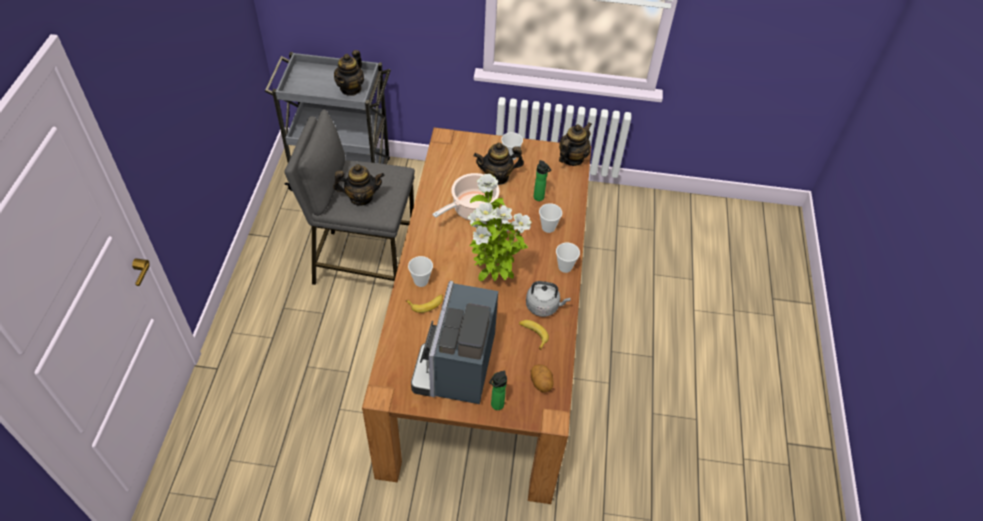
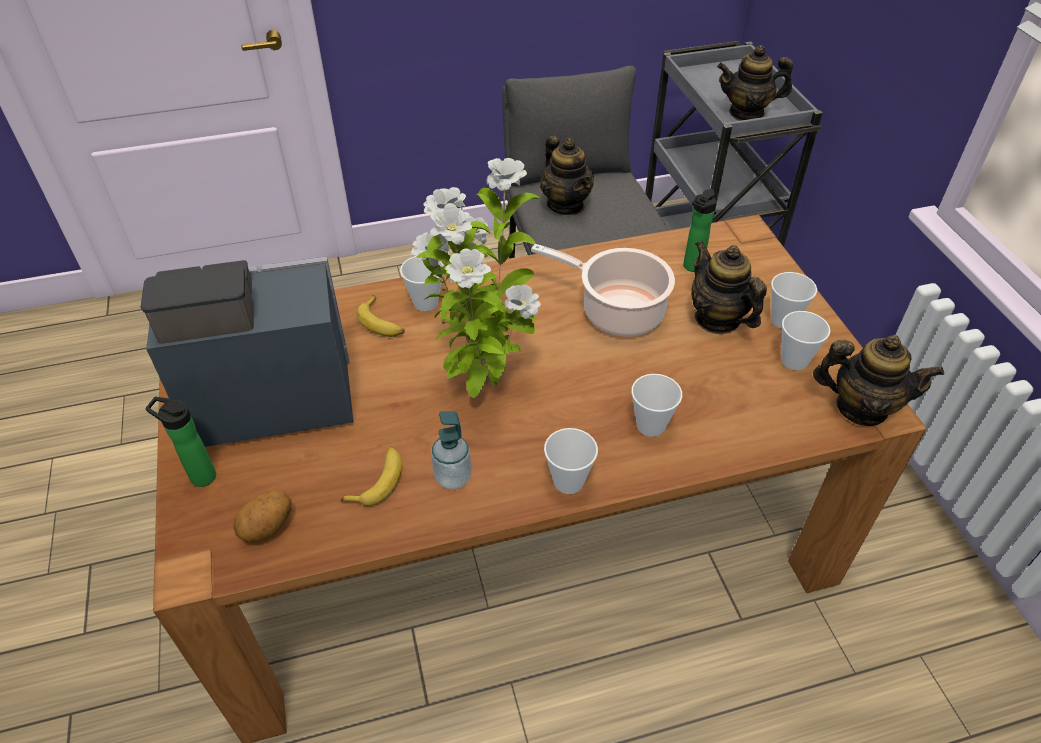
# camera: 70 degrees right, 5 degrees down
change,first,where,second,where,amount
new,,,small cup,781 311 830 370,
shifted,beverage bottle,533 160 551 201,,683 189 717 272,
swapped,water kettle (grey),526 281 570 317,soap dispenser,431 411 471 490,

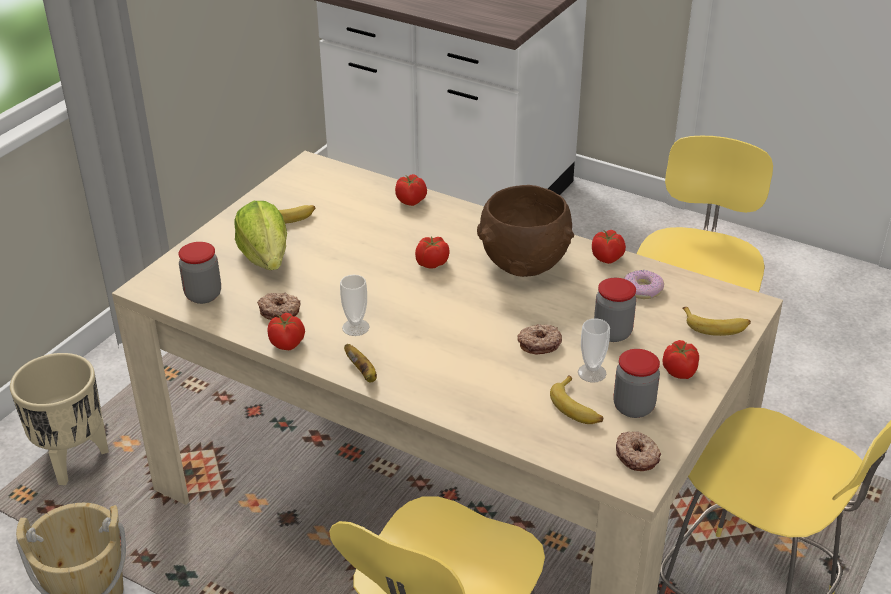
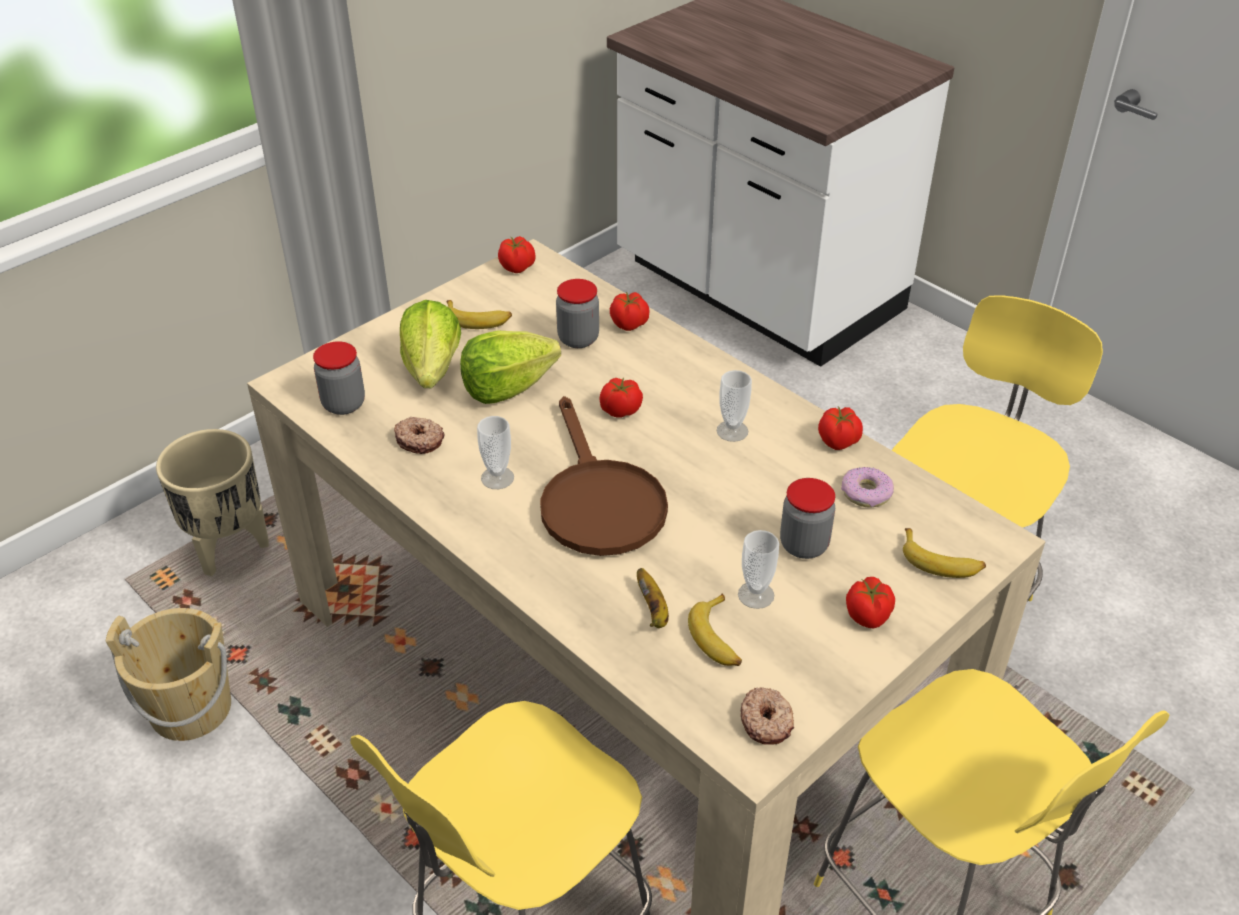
# camera: 15 degrees right, 5 degrees up
change,first,where,second,where,amount
gone,donut,517 324 562 354,,,
new,,,head of lettuce,460 331 561 404,
new,,,pan (brownish),540 396 668 556,
shifted,whole tomato,268 313 305 350,,498 236 535 273,
shifted,whole banana,344 344 377 383,,637 568 669 628,
shifted,storage jar,613 349 660 418,,556 279 599 348,
swapped,bowl (brownish),477 185 574 277,small cup,717 370 752 442,

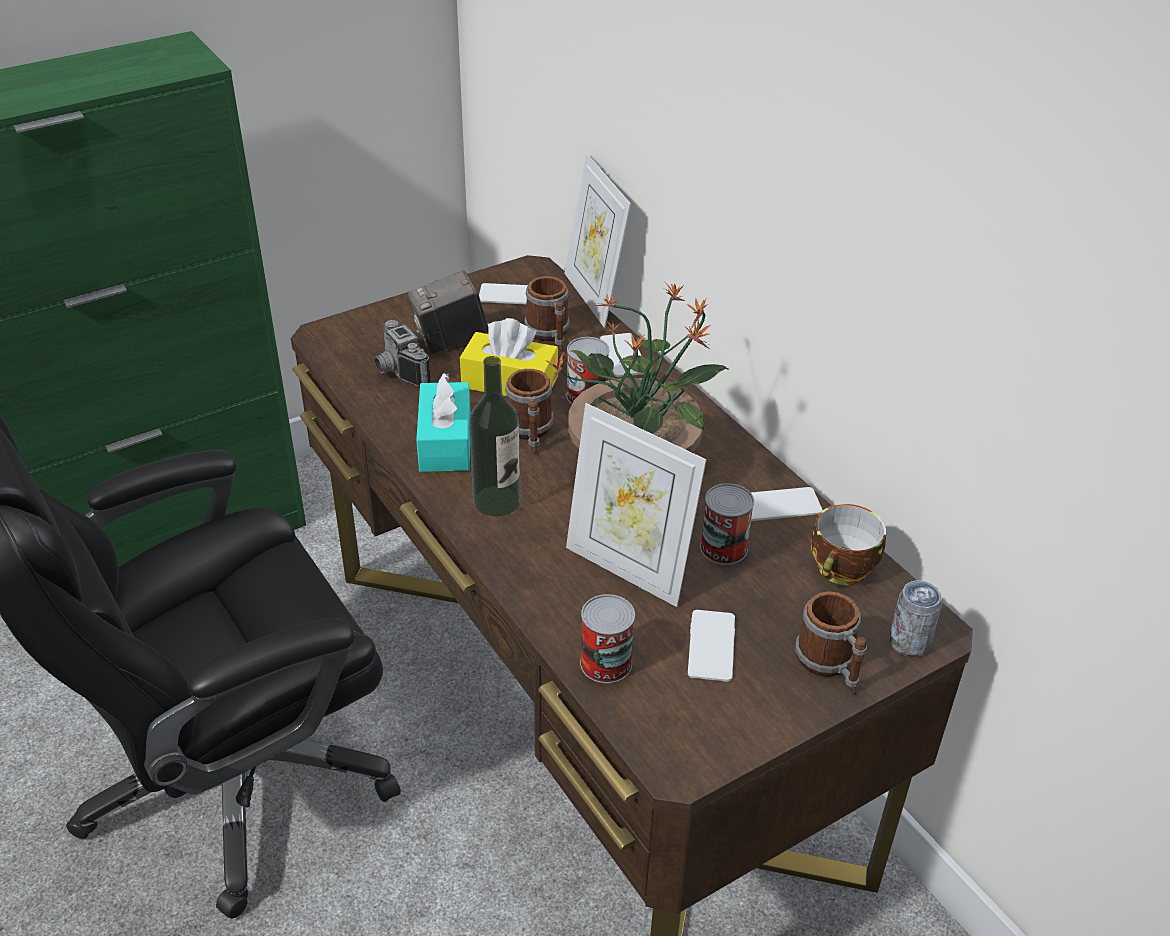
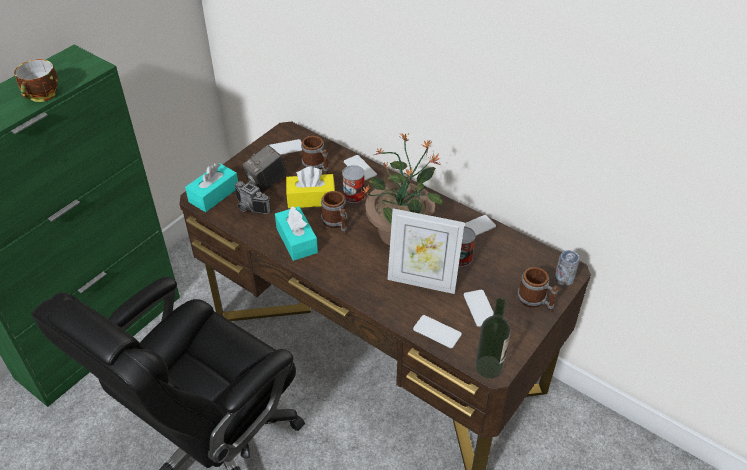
# camera: 20 degrees left, 5 degrees up
change,first,where,second,where,amount
gone,photo frame,564 154 631 328,,,
new,,,tissue holder (turquoise),185 163 238 212,
shifted,beverage bottle,469 356 521 516,,475 298 511 378,
shifted,small cup,811 504 886 585,,14 59 58 102,
swapped,can,580 594 635 683,phone,413 315 462 348,

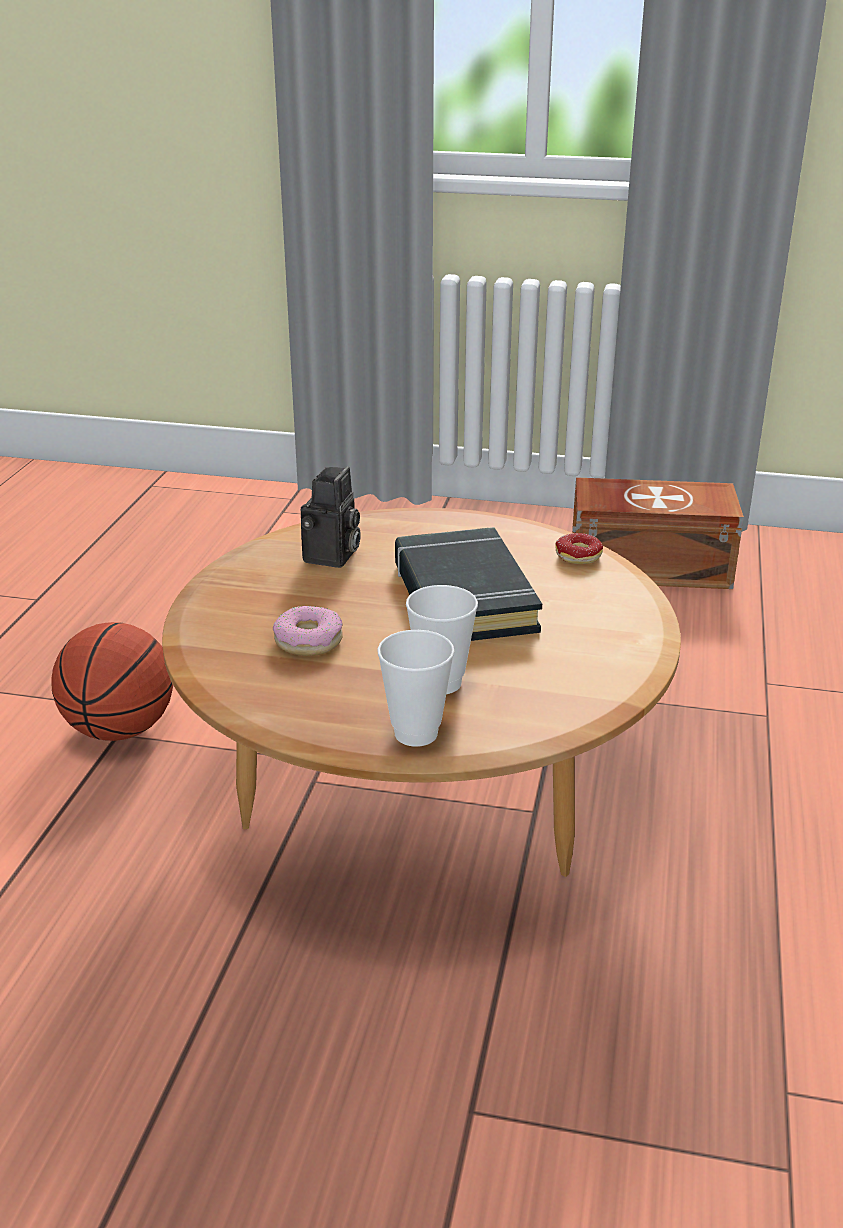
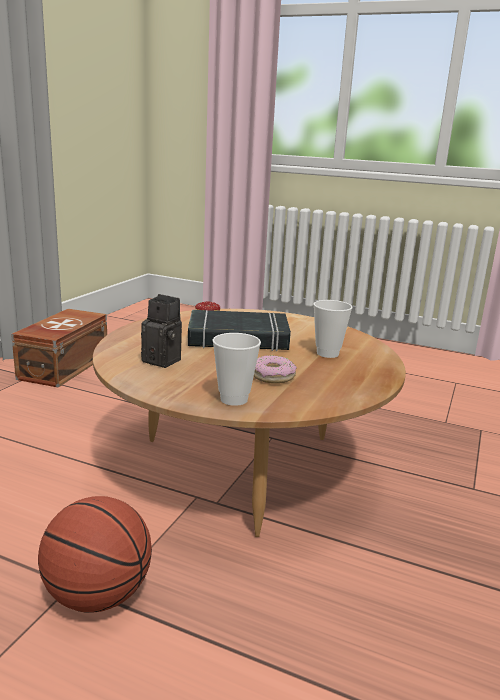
# camera: 80 degrees left, 10 degrees down
change,first,where,second,where,amount
shifted,small cup,377 630 455 747,,212 333 261 406,

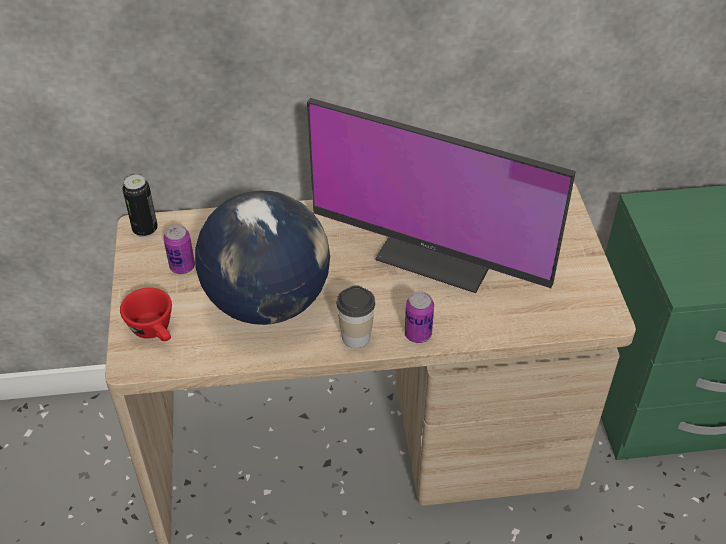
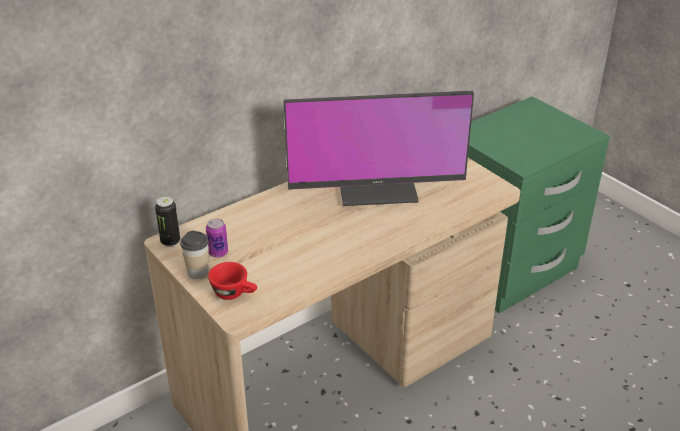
# camera: 30 degrees left, 10 degrees down
change,first,where,second,where,amount
gone,desk globe,195 190 330 325,,,
gone,can,405 291 434 343,,,
shifted,small cup,337 285 375 348,,180 231 209 279,

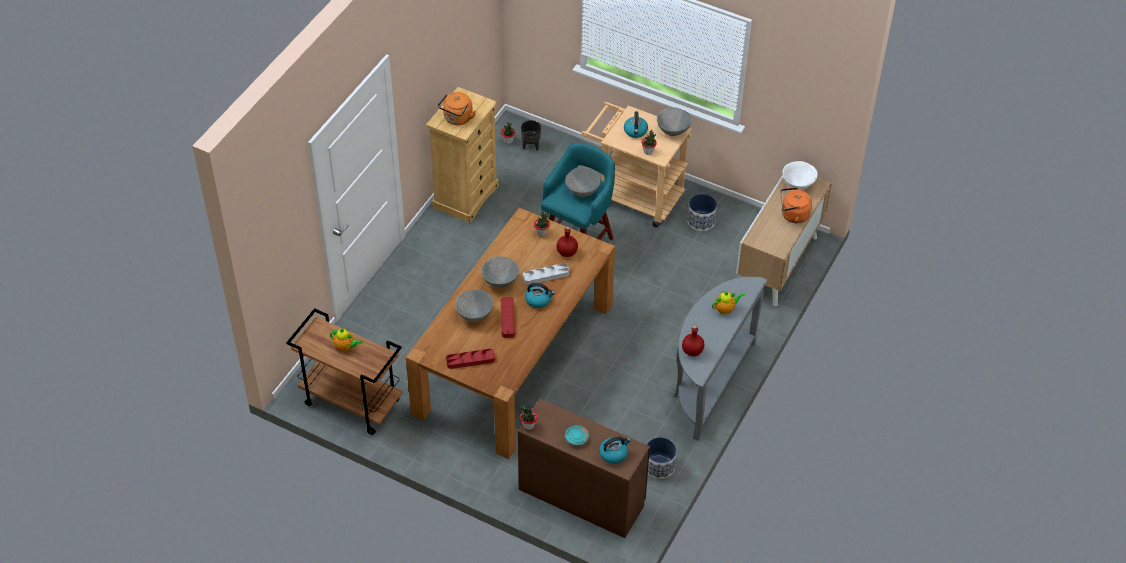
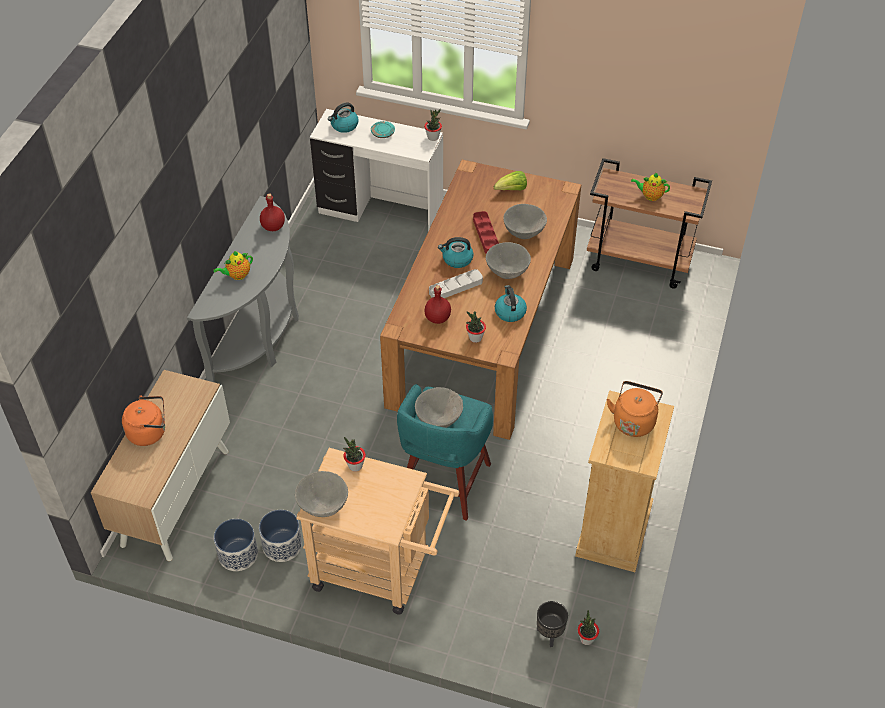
# camera: 170 degrees right, 0 degrees up
change,first,where,second,where,amount
gone,bowl (white),782 161 818 190,,,
shifted,water kettle,624 111 648 138,,495 285 527 322,
shifted,plant pot,646 437 677 479,,214 519 258 571,
swapped,carrying tray (red),446 349 495 369,head of lettuce,494 171 527 191,
repainted,desk (brownish),518 398 650 538,desk (white),310 109 443 231,

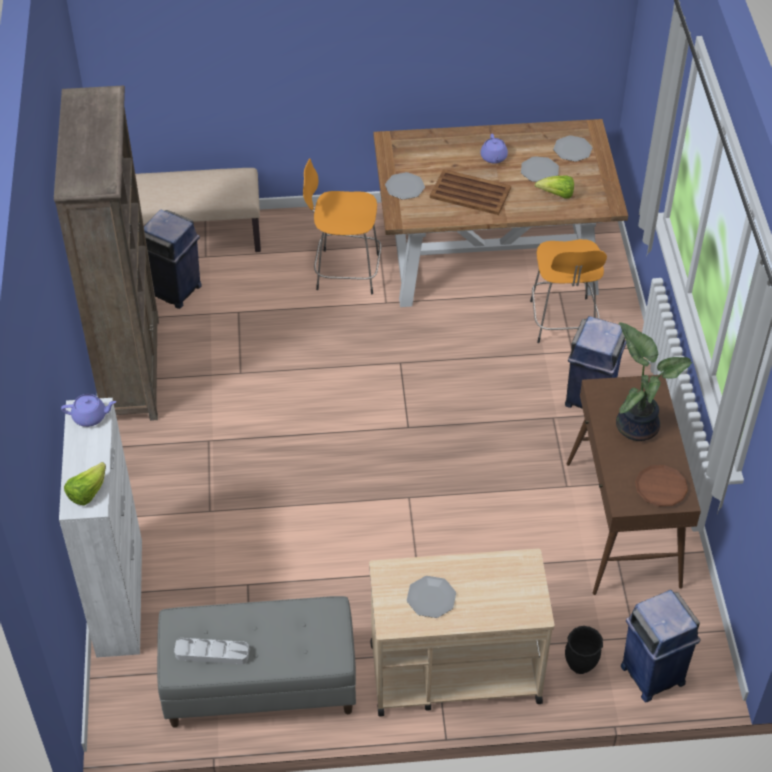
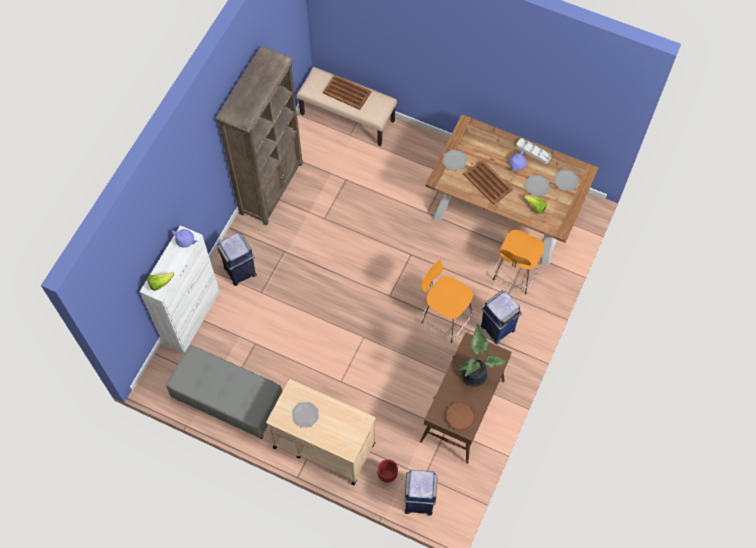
# camera: 30 degrees right, 15 degrees up
change,first,where,second,where,amount
new,,,carrying tray (brownish),323 75 371 110,
shifted,trash can (blue),144 210 202 309,,217 233 257 286,
shifted,carrying tray (grey),174 638 249 664,,516 138 552 164,
shifted,stool seat (orangey),303 158 381 294,,421 260 473 343,
repainted,plant pot (blackish),565 626 603 674,plant pot (red),378 459 398 483,

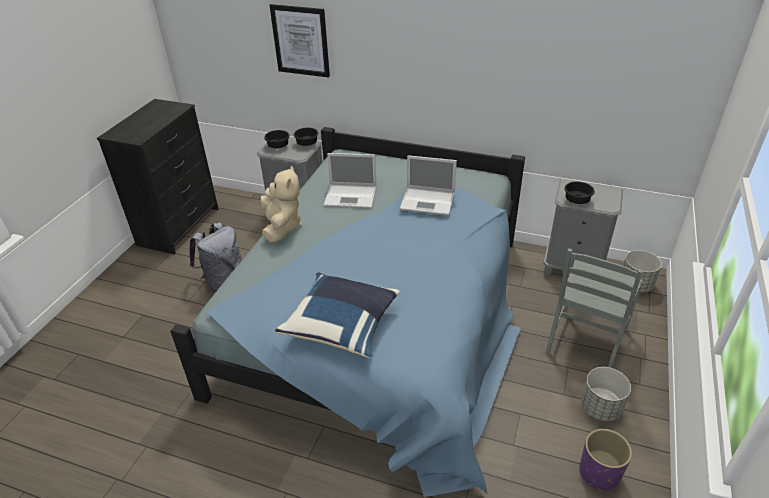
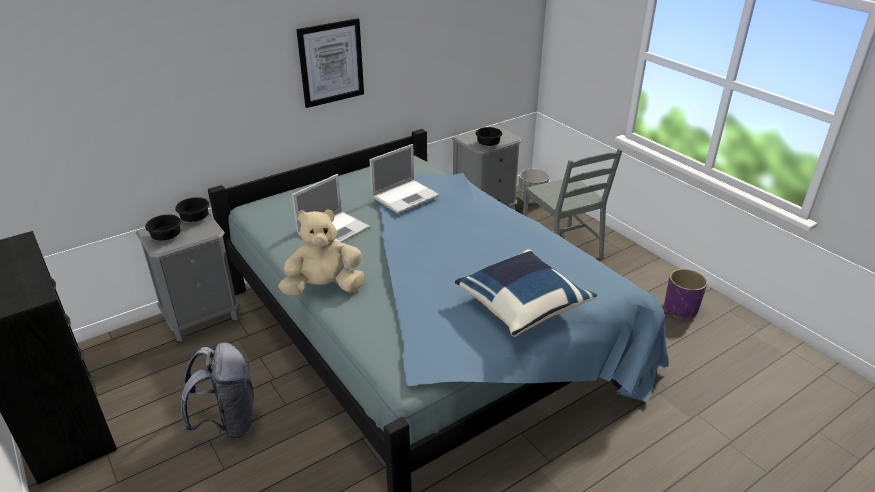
# camera: 55 degrees left, 5 degrees down
change,first,where,second,where,amount
gone,plant pot (grey),581 367 631 421,,,
shifted,wall art,269 4 330 77,,296 18 364 108,
rotated,cuddly toy (beige-coloured),261 165 302 243,,278 209 365 296,45 degrees counterclockwise

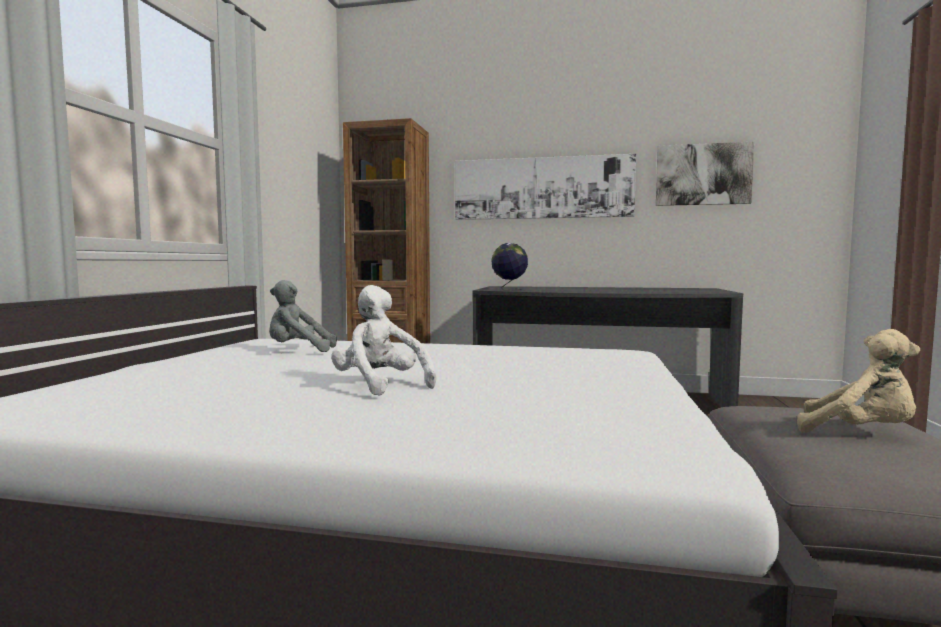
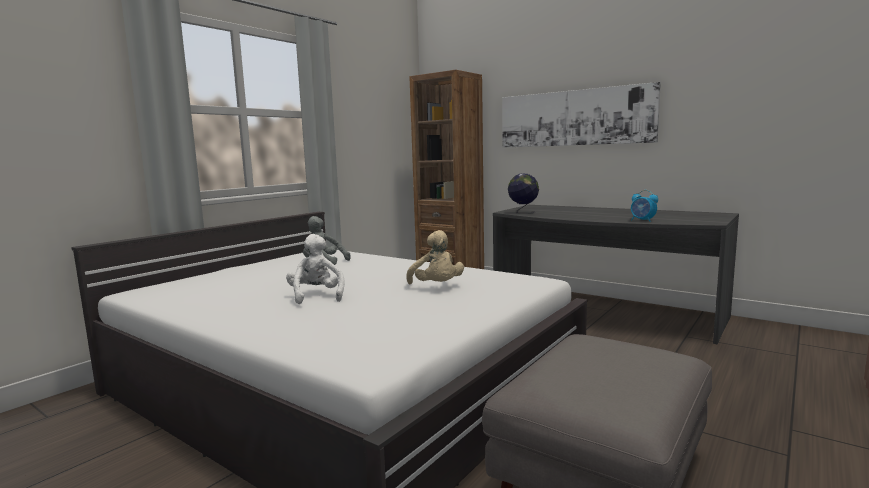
# camera: 25 degrees right, 5 degrees up
change,first,where,second,where,amount
gone,wall art,656 142 754 206,,,
new,,,bedside clock,631 190 658 222,
shifted,cuddly toy (beige-coloured),797 329 920 433,,407 230 464 284,

